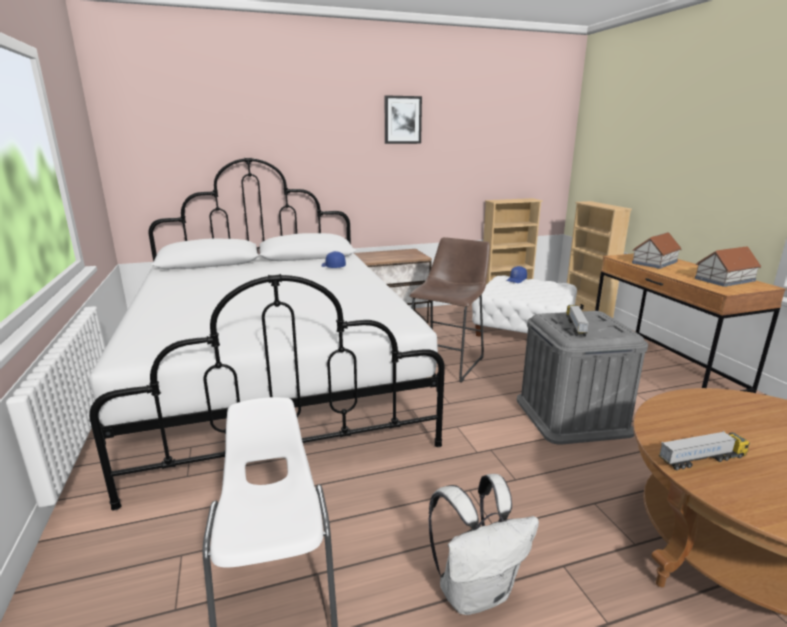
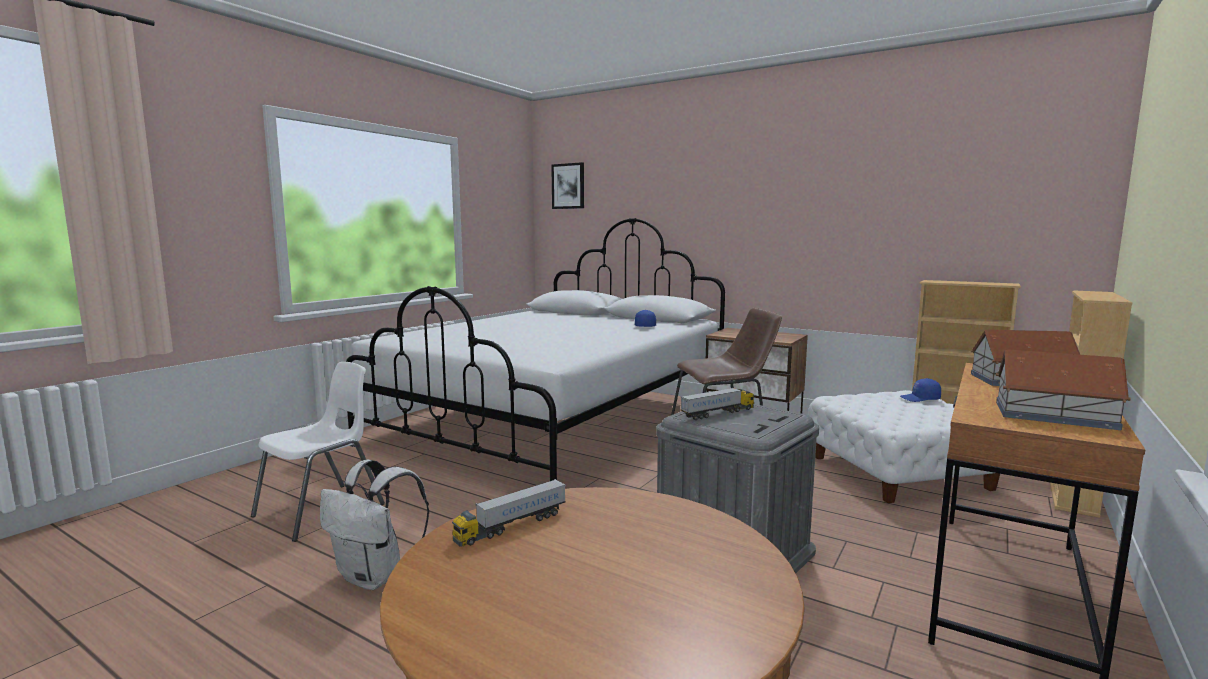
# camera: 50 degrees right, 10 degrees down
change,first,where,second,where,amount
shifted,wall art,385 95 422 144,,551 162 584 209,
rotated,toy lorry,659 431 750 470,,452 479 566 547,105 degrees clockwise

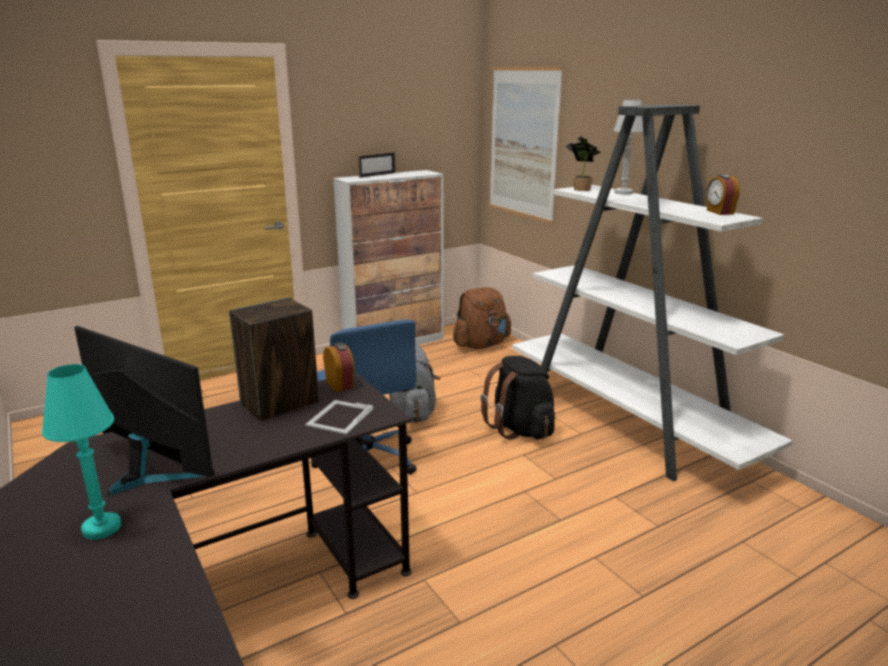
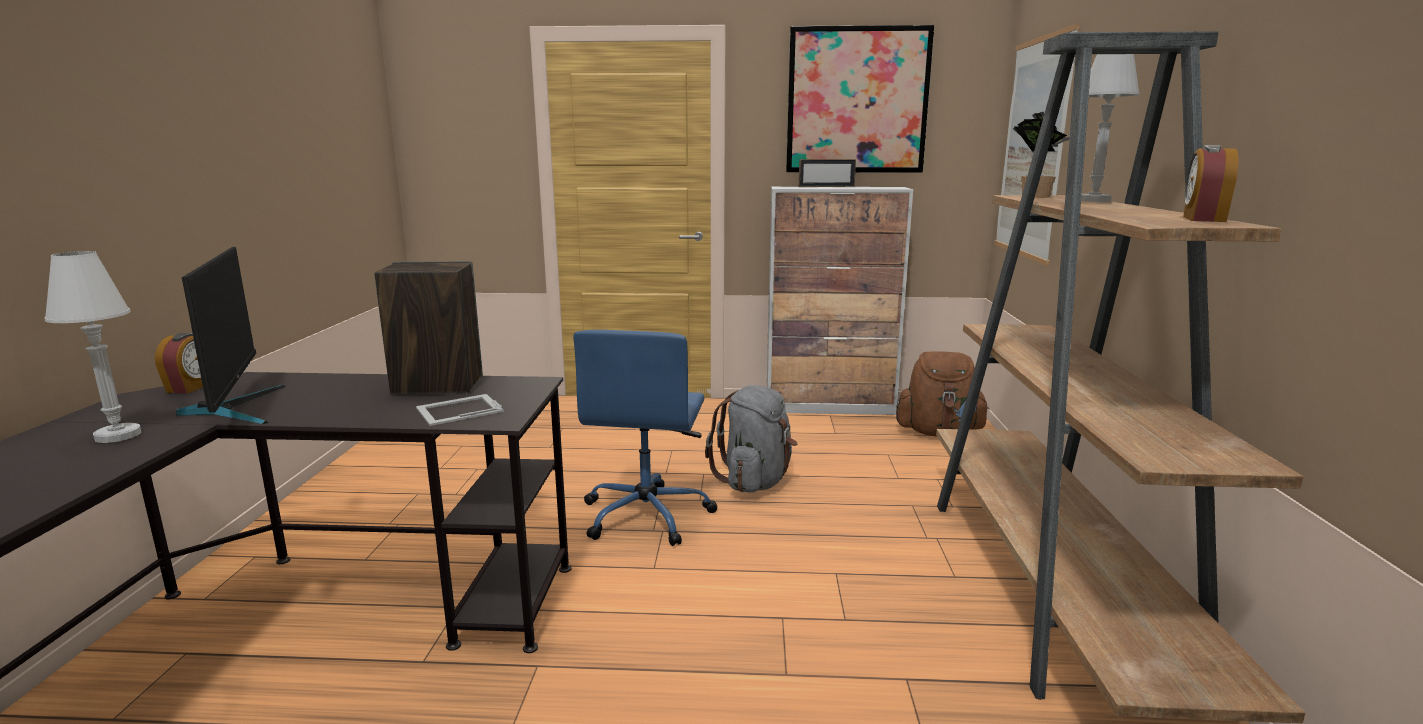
# camera: 35 degrees right, 5 degrees down
change,first,where,second,where,amount
gone,rucksack (blackish),480 356 555 440,,,
new,,,wall art,786 25 934 173,
shifted,bedside clock,323 343 354 392,,155 333 203 393,
repainted,tabletop lamp (turquoise),42 364 121 540,tabletop lamp (white),45 251 141 443,
repainted,shelving unit (white),512 104 793 481,shelving unit (brownish),936 31 1306 724,

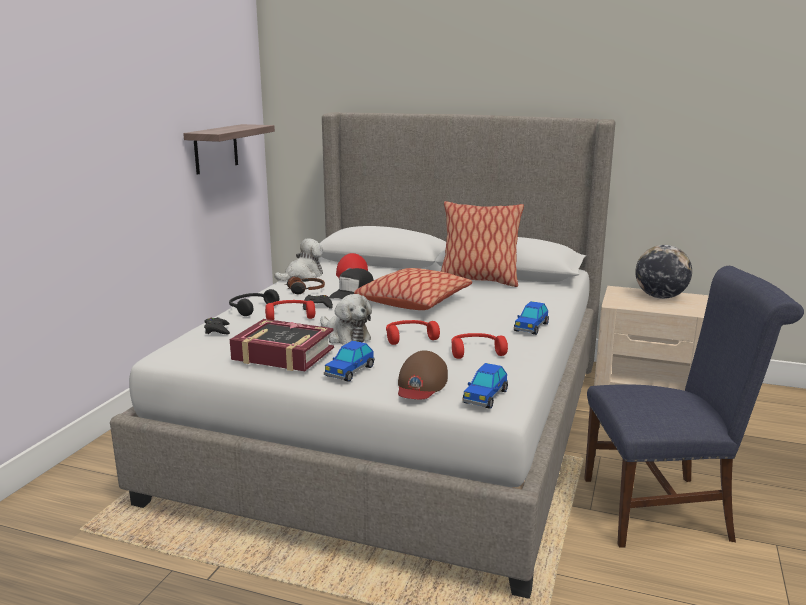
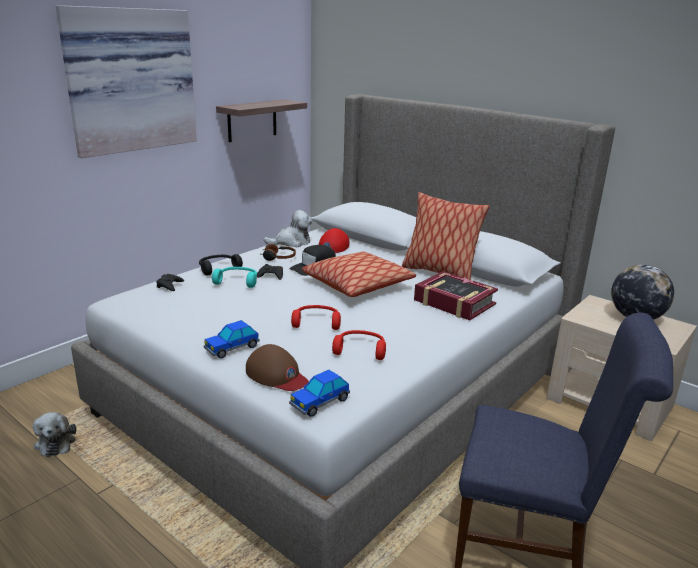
# camera: 20 degrees right, 5 degrees up
change,first,where,second,where,amount
gone,miniature car,514 301 549 335,,,
new,,,wall art,56 5 197 158,
shifted,book,230 319 334 371,,414 271 498 320,
shifted,cuddly toy,320 294 372 345,,33 412 76 457,
repainted,headphones (red),265 300 315 320,headphones (turquoise),212 267 257 288,
rotated,cap (brownish),398 350 448 399,,246 344 309 391,90 degrees counterclockwise

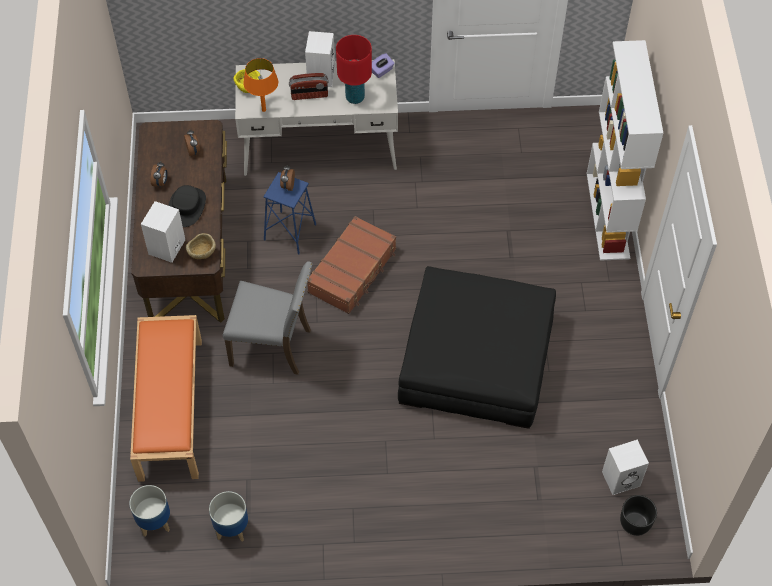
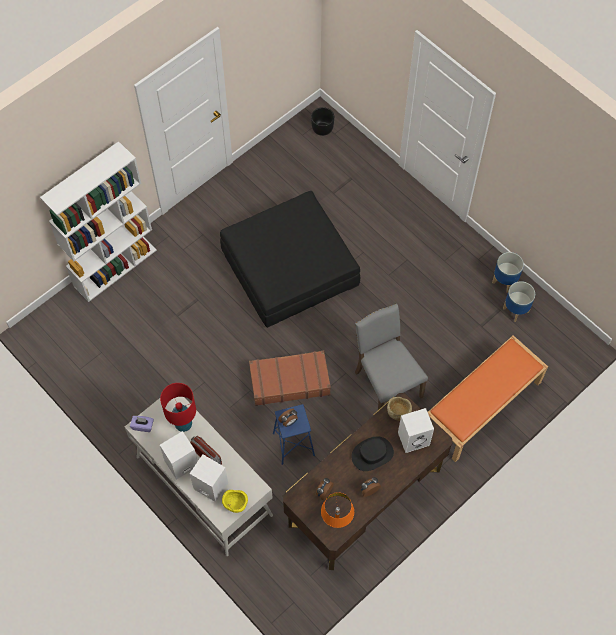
# camera: 130 degrees left, 5 degrees up
change,first,where,second,where,amount
shifted,plant pot,129 485 170 537,,492 252 524 293,
shifted,tabletop lamp (orangey),243 58 278 112,,321 492 354 528,
shifted,loudspeaker (white),602 440 649 495,,190 455 228 502,

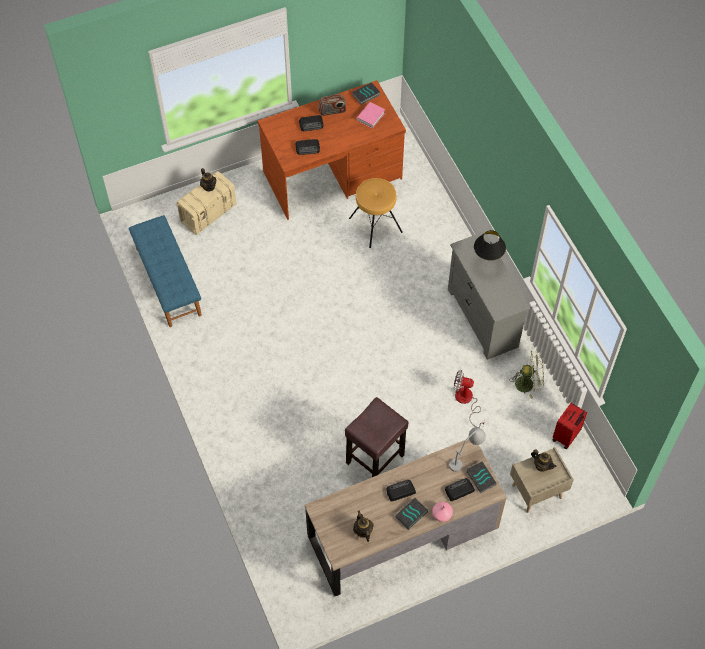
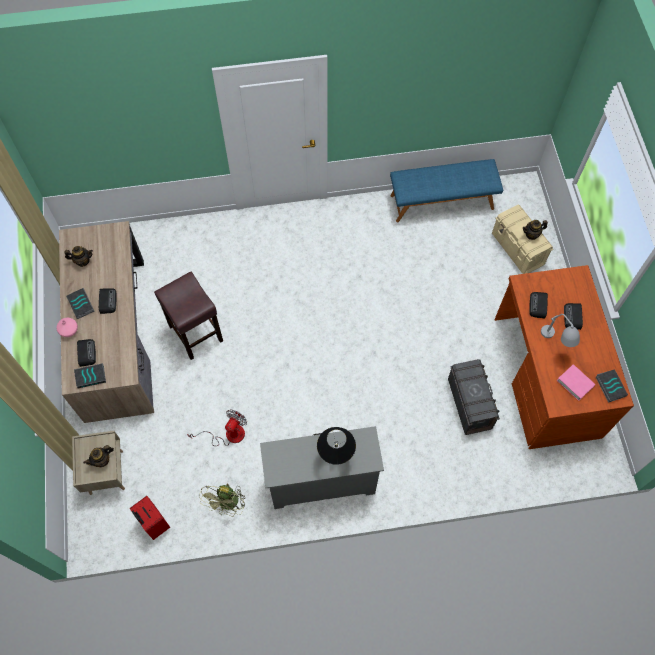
# camera: 105 degrees right, 5 degrees up
change,first,where,second,where,amount
gone,radio receiver,318 94 346 116,,,
shifted,tabletop lamp (grey),449 427 486 472,,541 314 580 347,
swapped,stool seat (brownish),349 178 403 248,storage bin (grey),448 359 500 435,

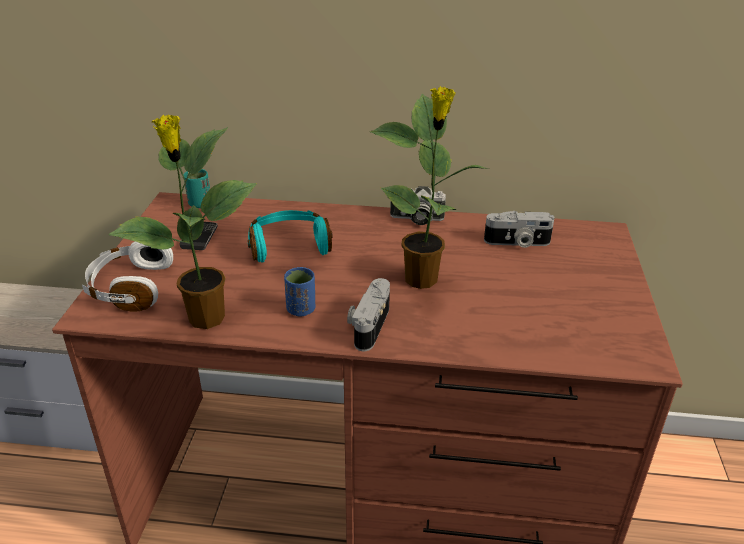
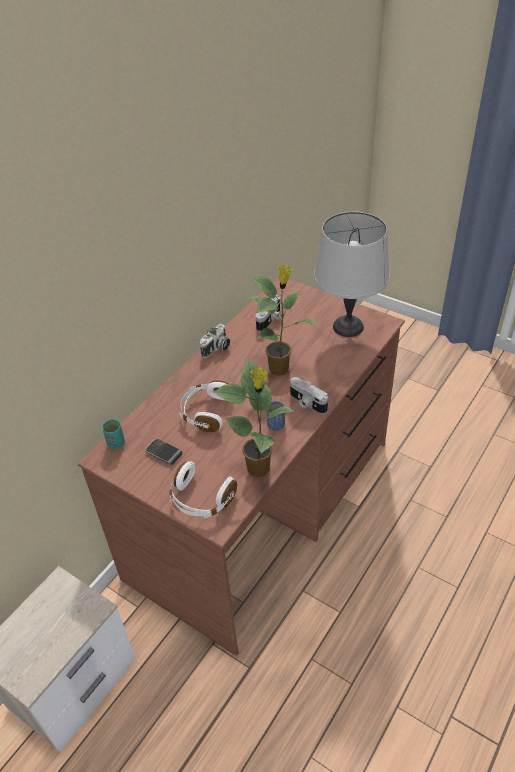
# camera: 60 degrees left, 10 degrees up
change,first,where,second,where,amount
new,,,tabletop lamp (grey),314 212 389 337,
repainted,headphones (turquoise),248 210 333 263,headphones (white),179 380 229 432,

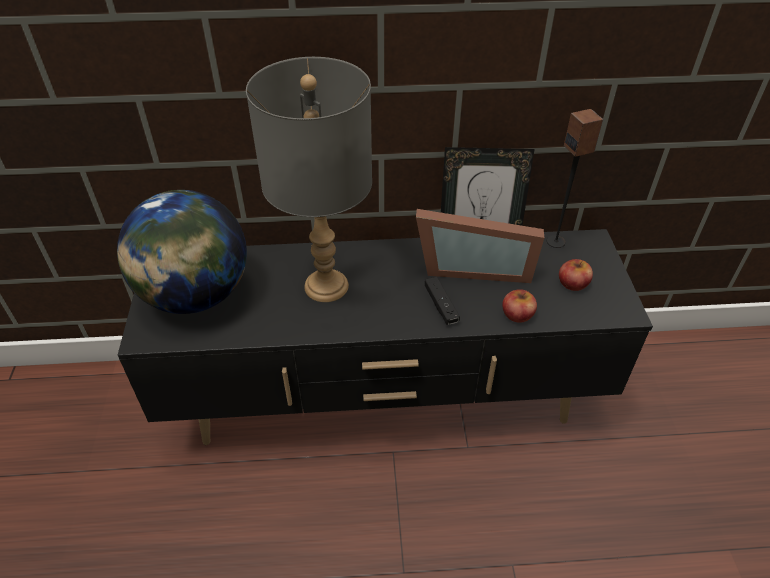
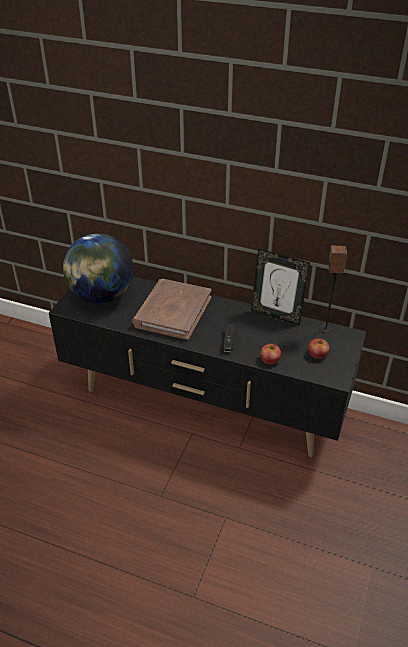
# camera: 25 degrees right, 5 degrees down
change,first,where,second,where,amount
gone,photo frame,416 209 544 283,,,
swapped,tabletop lamp (grey),246 57 372 302,book (brownish),132 279 212 340,

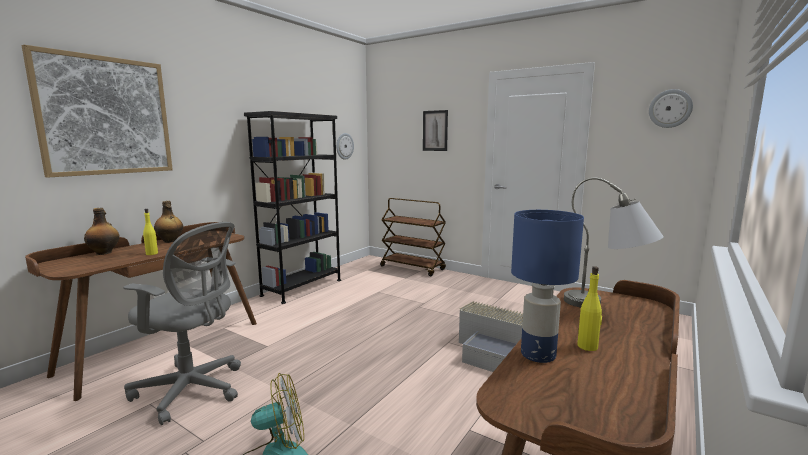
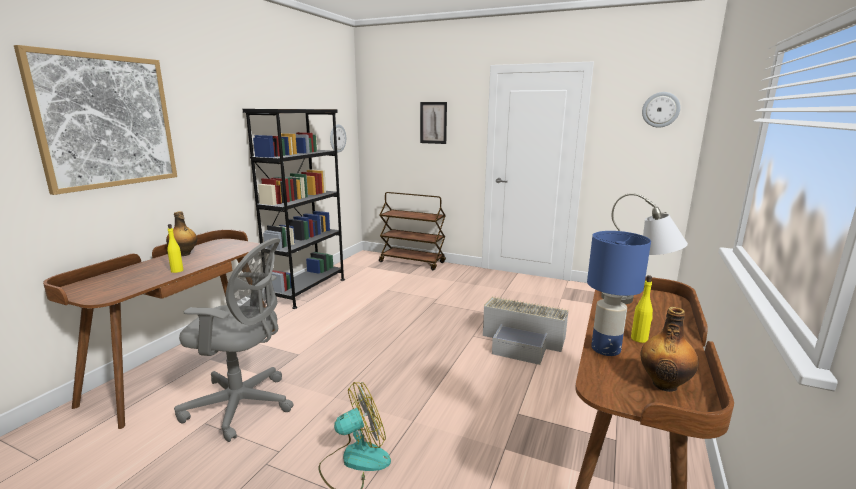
# camera: 10 degrees left, 5 degrees up
change,first,where,second,where,amount
shifted,beverage bottle,84 208 120 255,,641 307 698 392,

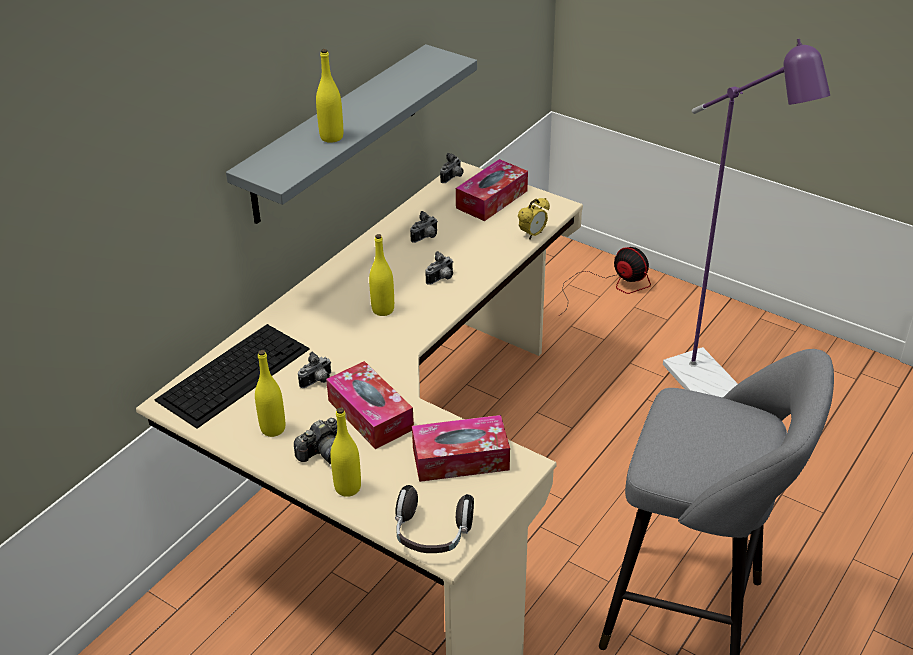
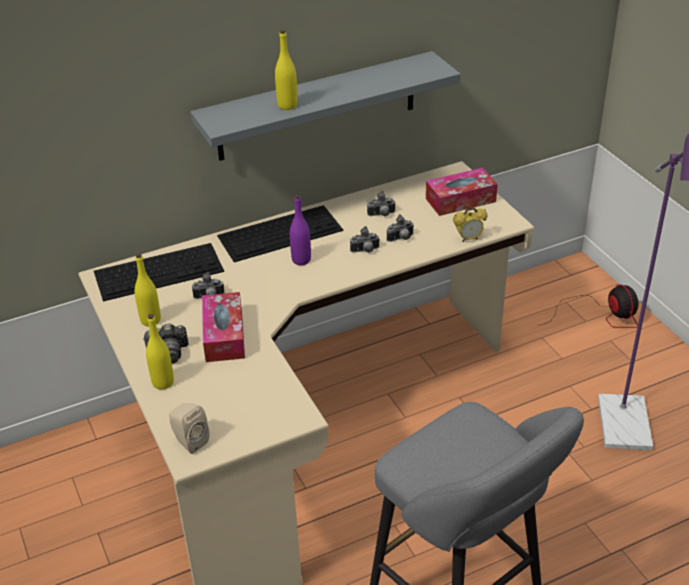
# camera: 30 degrees right, 0 degrees up
change,first,where,second,where,amount
gone,tissue holder,412 415 510 482,,,
new,,,PC keyboard,217 205 343 262,
shifted,still camera,440 153 464 183,,387 214 414 242,
swapped,headphones,395 485 474 553,loudspeaker (beige-coloured),169 403 210 454,
repainted,beverage bottle (yellowish),369 234 394 316,beverage bottle (purplish),290 195 311 265,

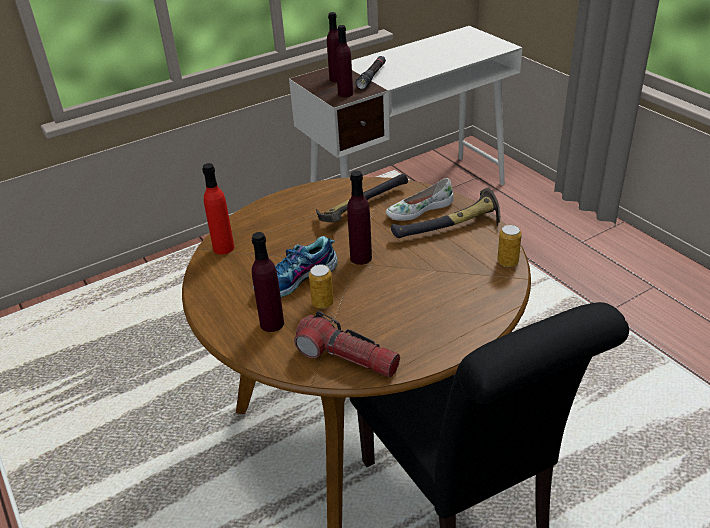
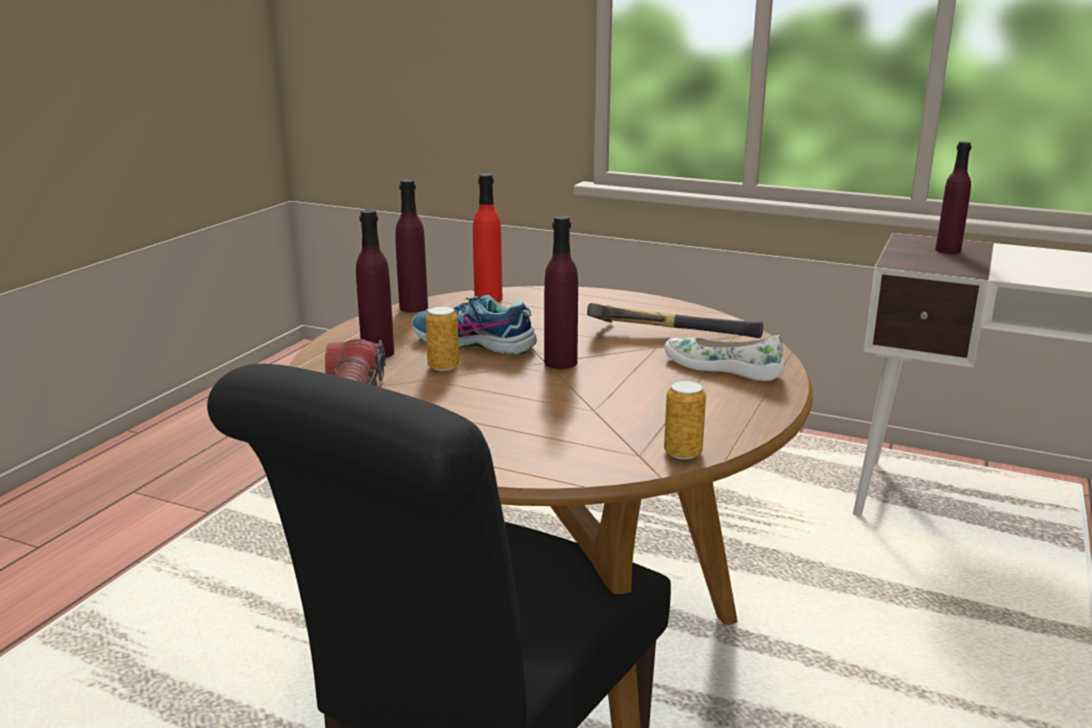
# camera: 55 degrees right, 15 degrees down
change,first,where,second,where,amount
gone,torch (blackish),356 56 386 89,,,
gone,hand hammer,391 187 500 238,,,
shifted,beverage bottle (purplish),336 25 353 97,,395 179 428 312,

